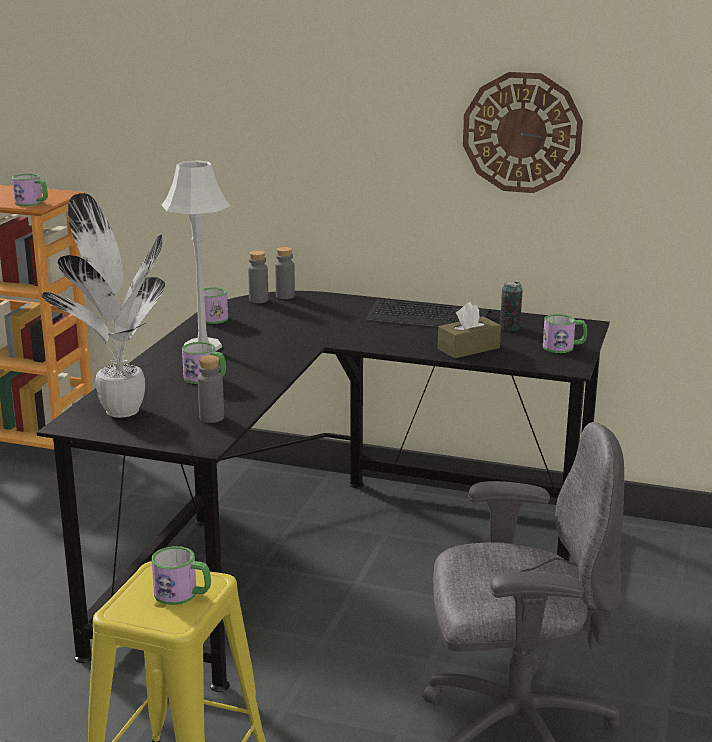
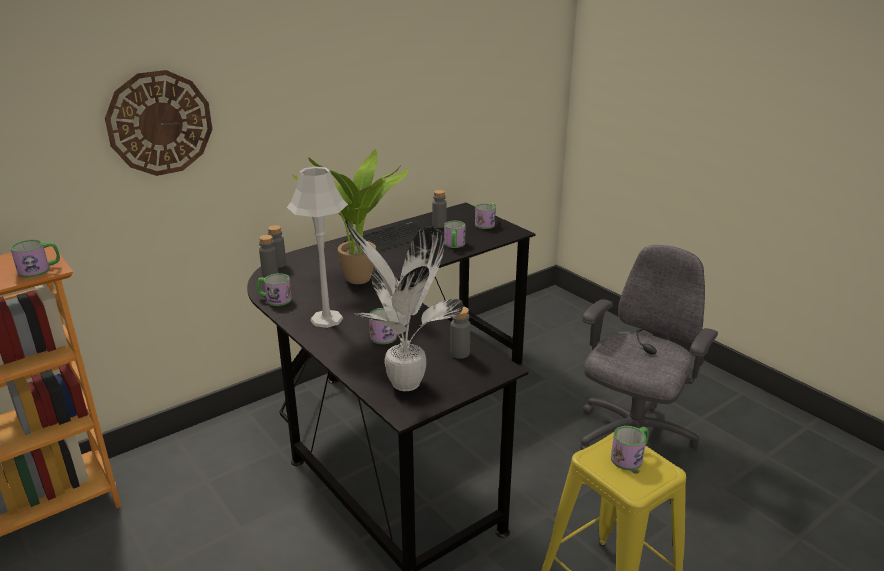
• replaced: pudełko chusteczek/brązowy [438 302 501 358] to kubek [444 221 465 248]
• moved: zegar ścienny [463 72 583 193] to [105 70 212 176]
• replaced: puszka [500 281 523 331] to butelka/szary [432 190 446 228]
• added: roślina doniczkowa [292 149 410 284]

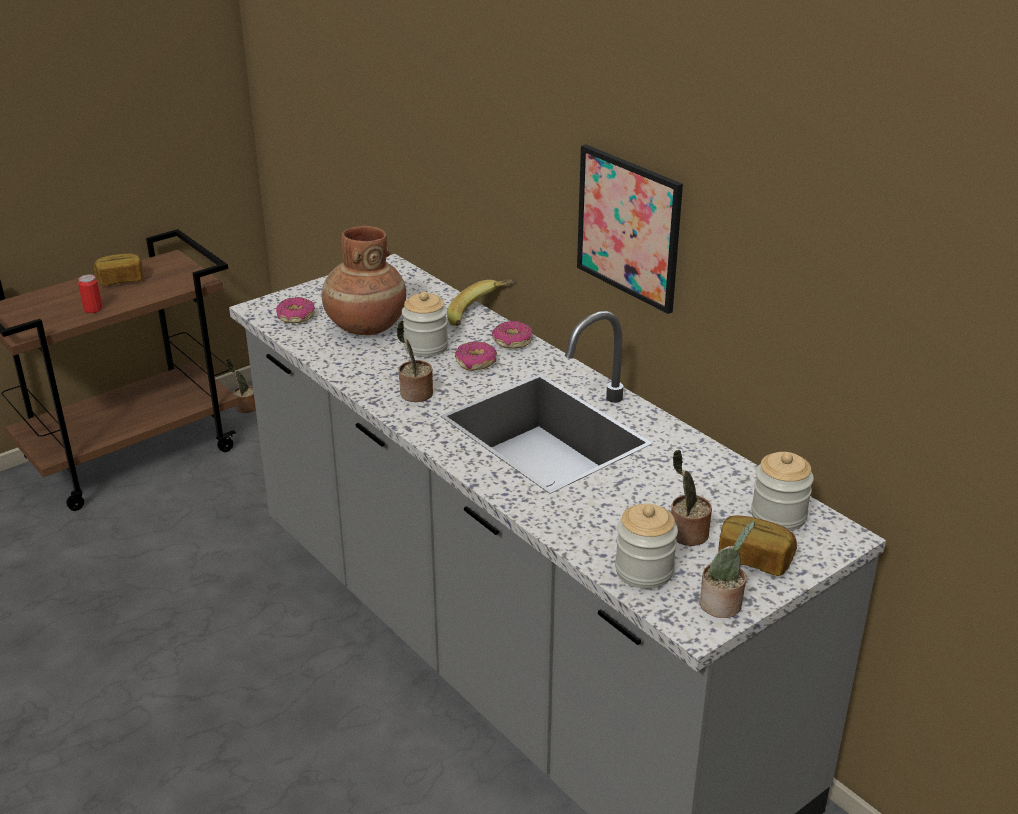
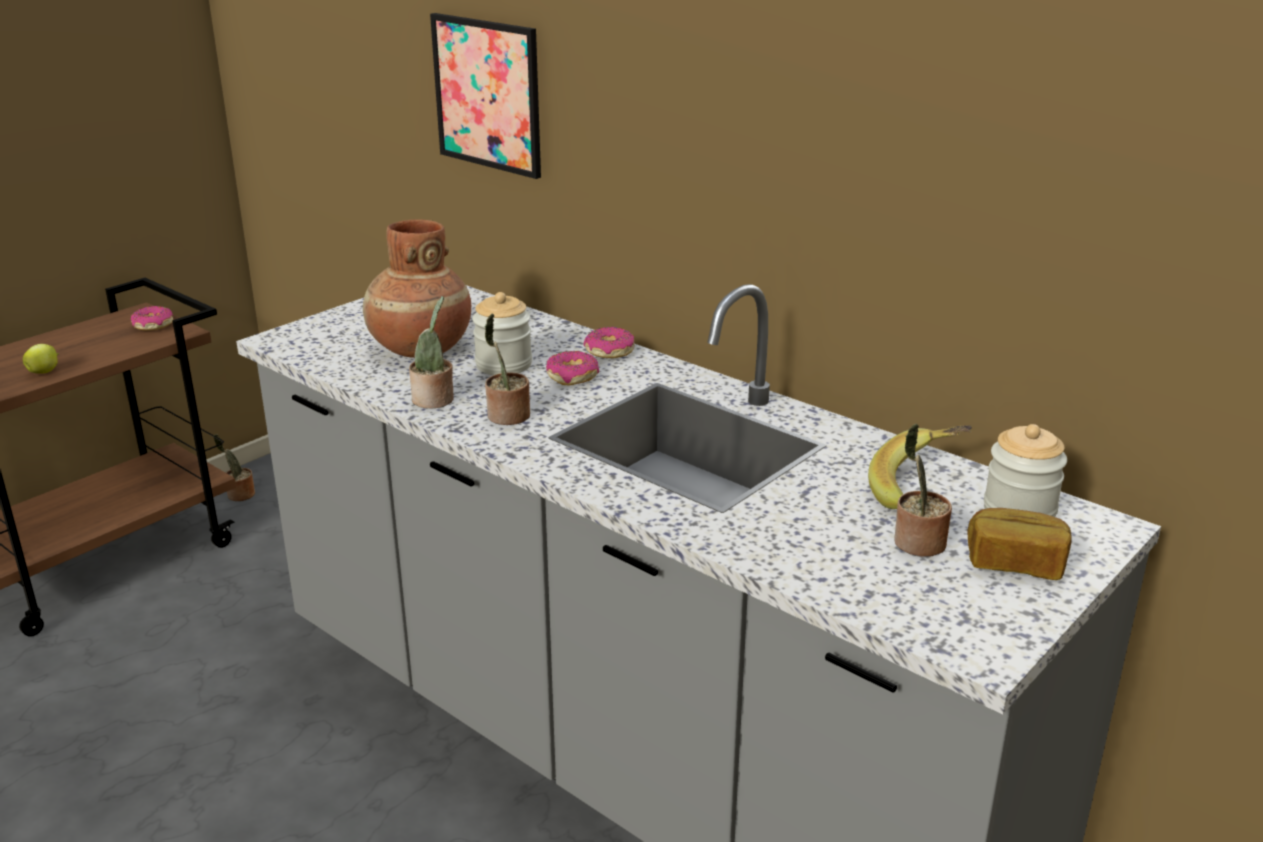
• replaced: puszka [78 275 103 313] to jabłko [23 344 59 374]
• removed: chleb [94 253 143 286]
• moved: donut [276 297 315 323] to [131 306 173 331]
• moved: banan [447 279 516 326] to [868 425 972 509]
• moved: obraz [577 144 683 314] to [430 13 541 179]
• removed: słoik [615 504 678 589]
• moved: roślina doniczkowa [699 521 755 618] to [409 296 454 409]

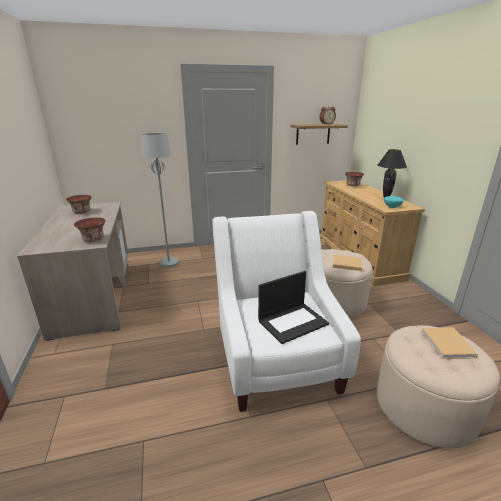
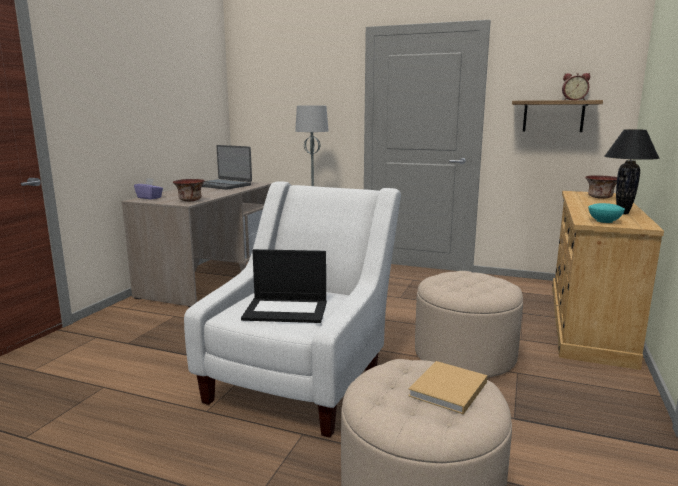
• replaced: miska [66 195 92 214] to laptop [202 145 252 190]
• removed: książka/beżowy [333 255 362 271]
• added: pudełko chusteczek/fioletowy [134 178 163 199]

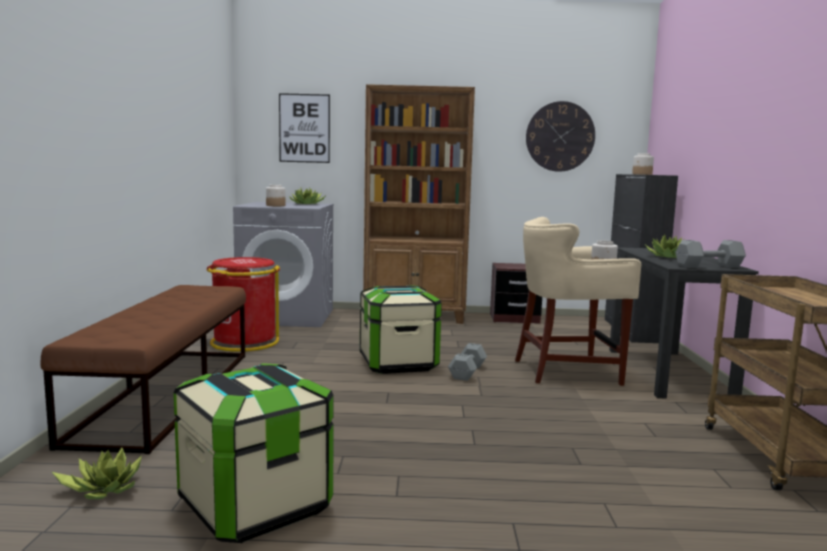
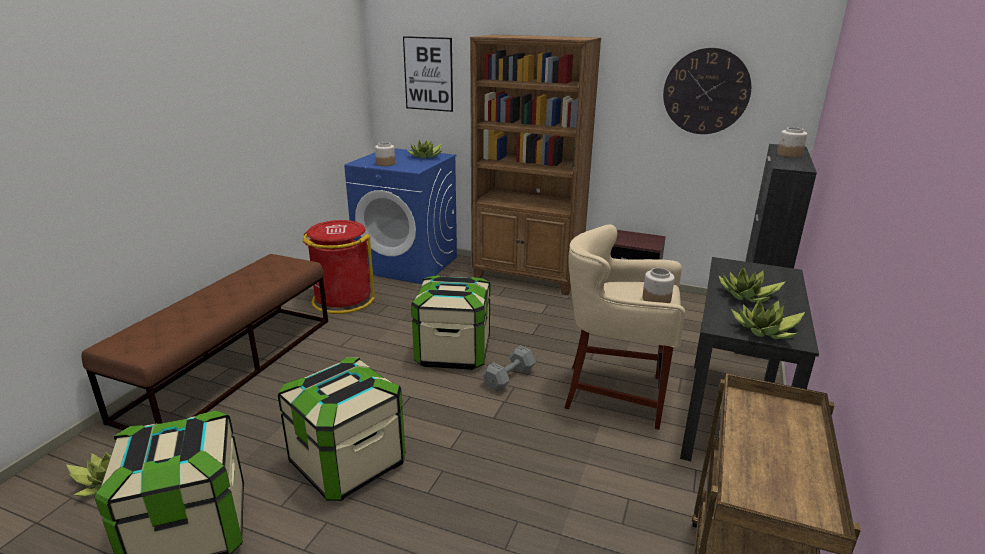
• recoloured: pralka/szary [233 202 334 327] to pralka/niebieski [344 148 457 284]
• replaced: hantel/szary [675 240 746 268] to roślina doniczkowa [731 299 805 339]
• added: pojemnik do przechowywania [278 357 406 501]

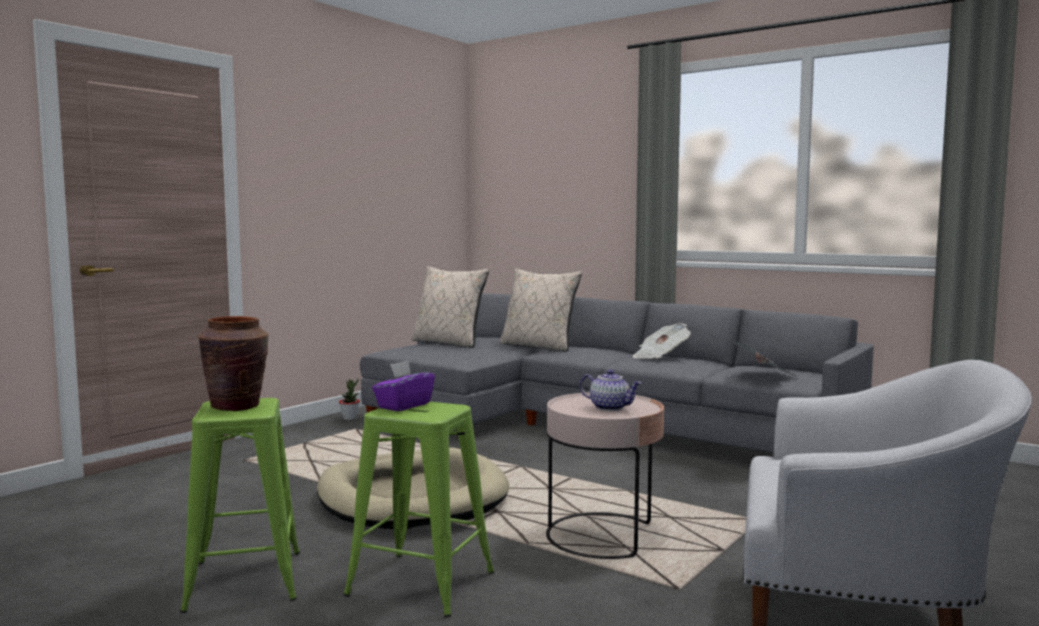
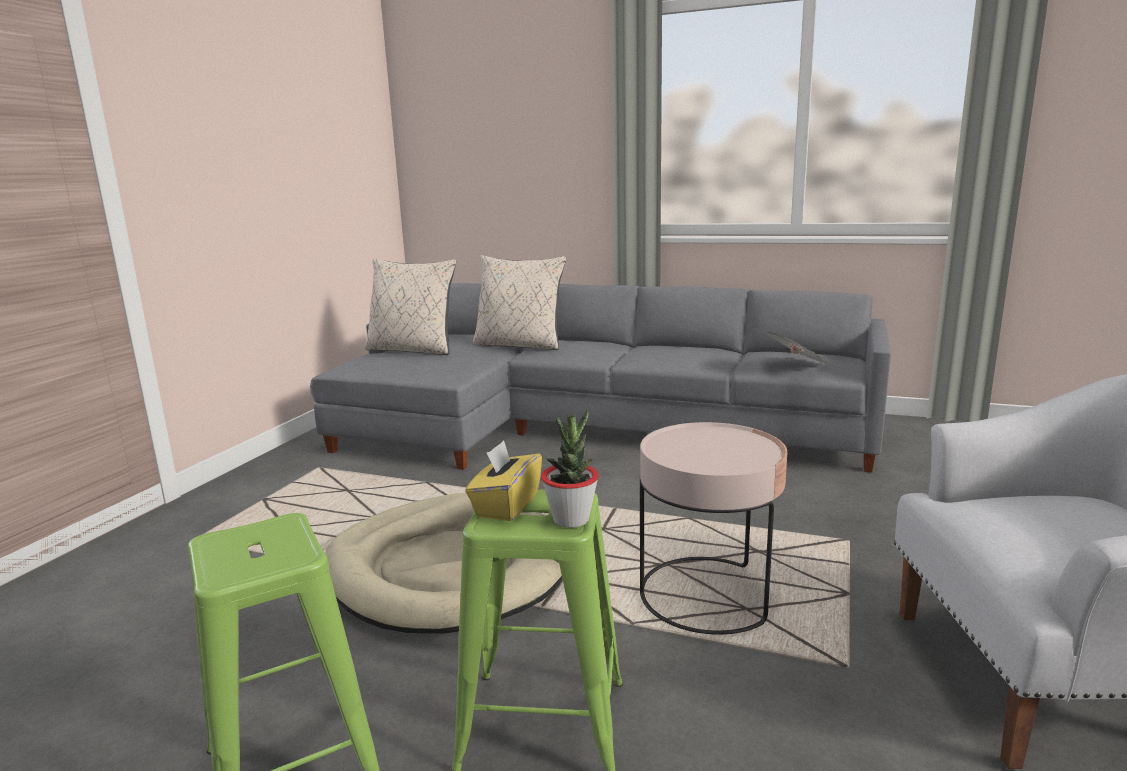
• removed: wazon/brązowy [198 316 268 411]
• moved: roślina doniczkowa [339 379 360 420] to [541 410 599 528]
• recoloured: pudełko chusteczek/fioletowy [372 360 435 411] to pudełko chusteczek/żółty [465 440 542 521]
• removed: imbryk [580 369 642 411]
• removed: gazeta [632 323 691 359]

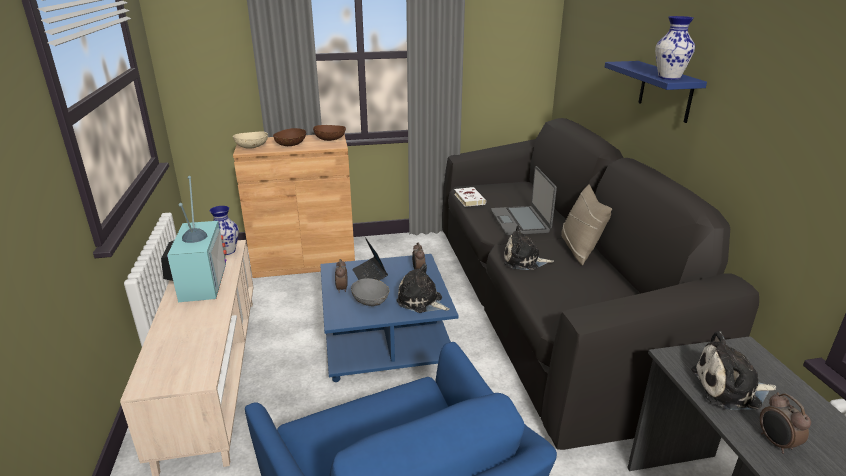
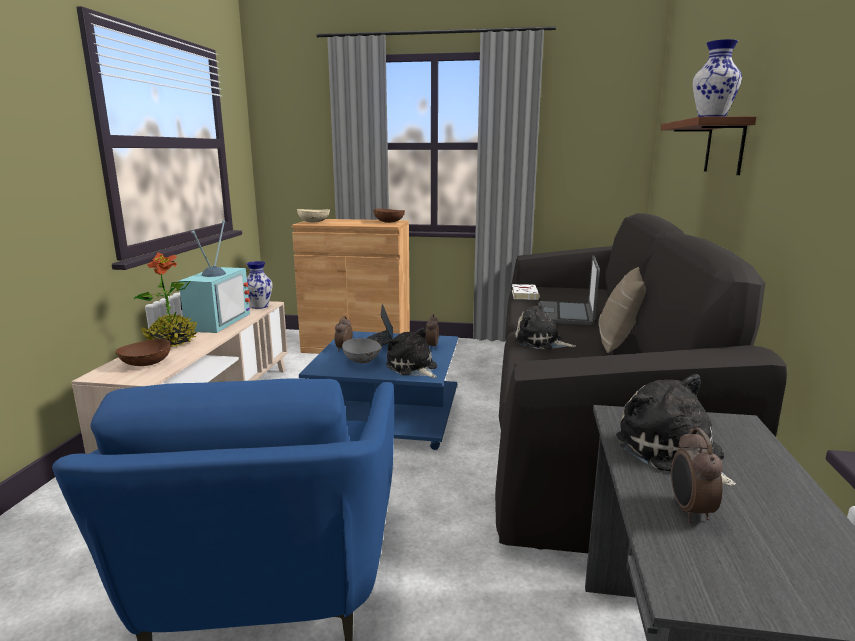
• moved: miska/brązowy [273 128 306 146] to [115 339 171 366]
• recoloured: półka/niebieski [605 61 707 123] to półka/brązowy [661 116 757 175]
• turned: pluszak [691 331 776 410] = [616 374 736 486] 45 degrees clockwise
• added: roślina doniczkowa [134 252 198 347]

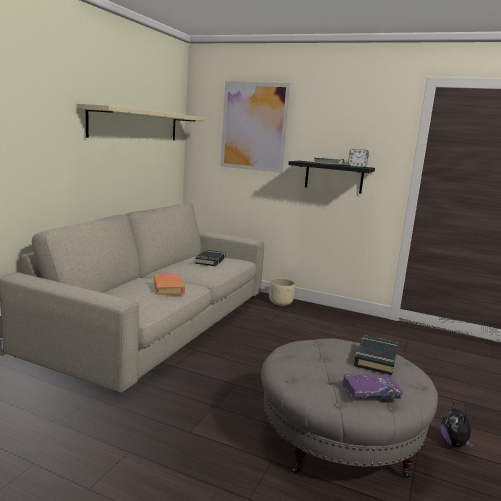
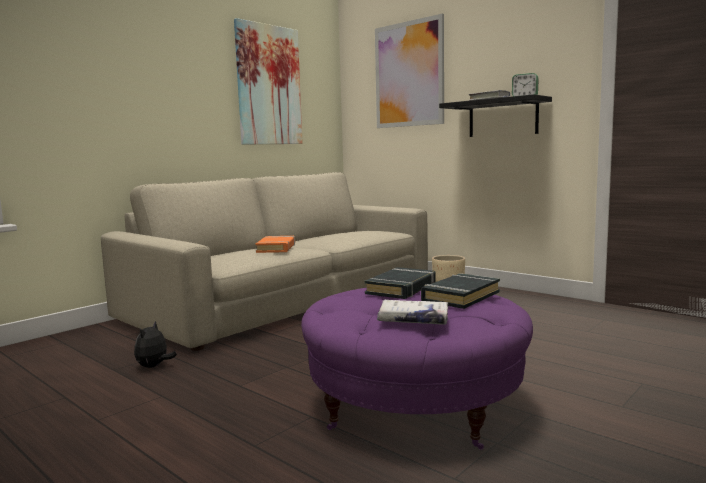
• replaced: półka/beżowy [77 104 205 141] to obraz [234 18 303 144]
• moved: książka/czarny [195 250 226 266] to [365 267 436 299]
• recoloured: pufa/szary [261 338 438 479] to pufa/fioletowy [301 288 533 450]
• recoloured: książka/fioletowy [341 374 403 399] to książka/biały [377 300 448 325]
• moved: pluszak [441 403 474 447] to [134 321 177 368]

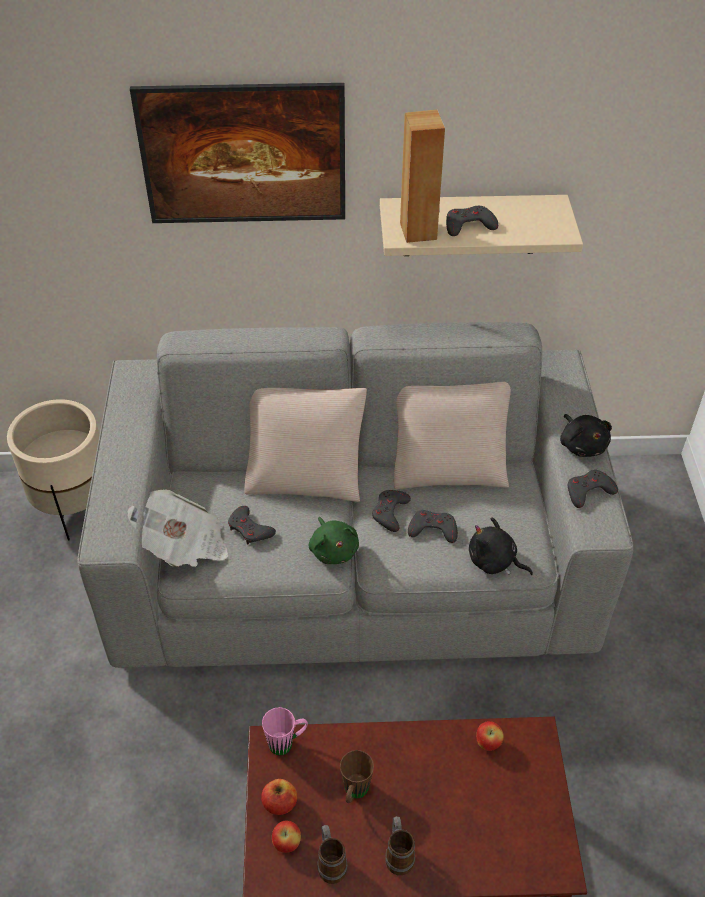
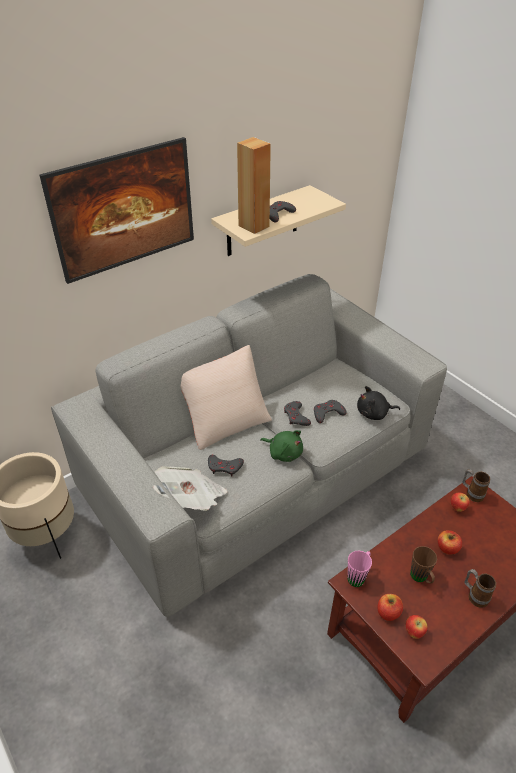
• moved: kubek [317 825 347 884] to [463 469 490 502]
• removed: poduszka/beżowy [394 382 511 489]
• removed: pluszak/czarny [560 414 612 457]
• removed: pad do gier/szary [568 470 618 508]
• added: jabłko [438 530 462 555]

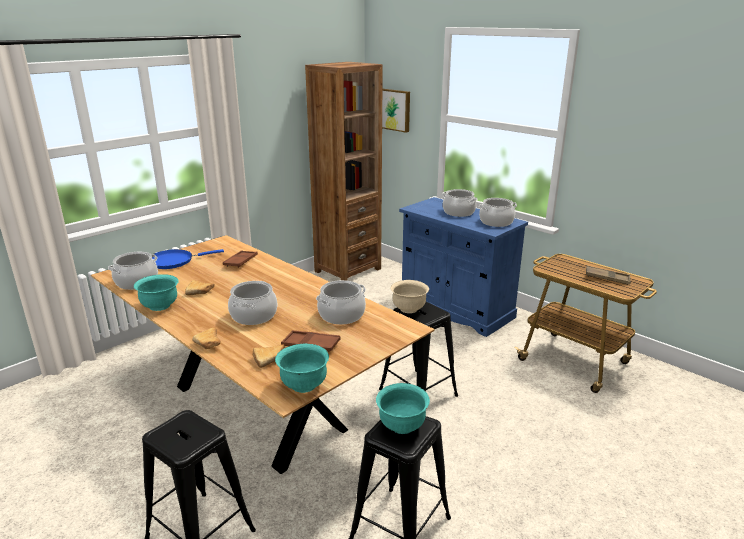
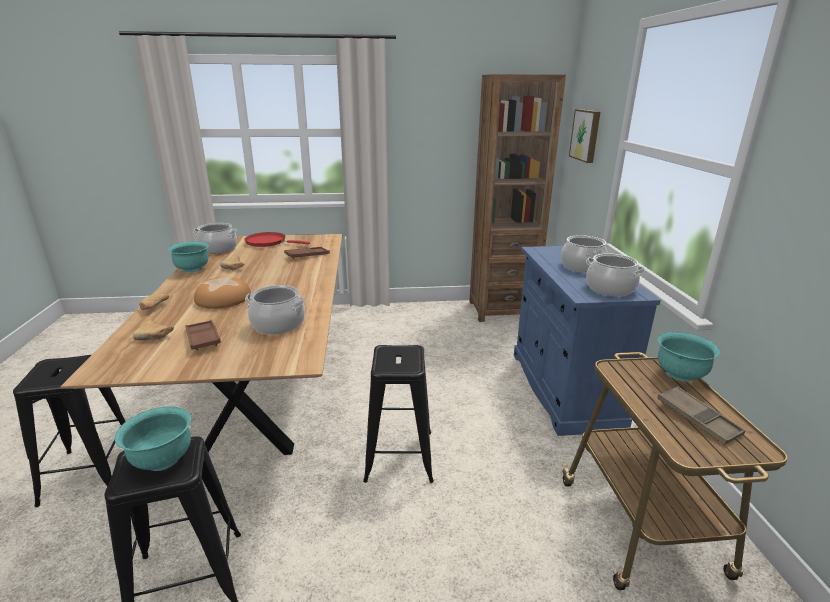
• recoloured: patelnia/niebieski [152 249 224 269] to patelnia/czerwony [244 232 310 247]
• replaced: garnek [228 281 278 325] to chleb [194 277 251 309]
• moved: miska/turkusowy [275 344 329 393] to [658 332 720 382]
• removed: miska/beżowy [391 280 429 313]

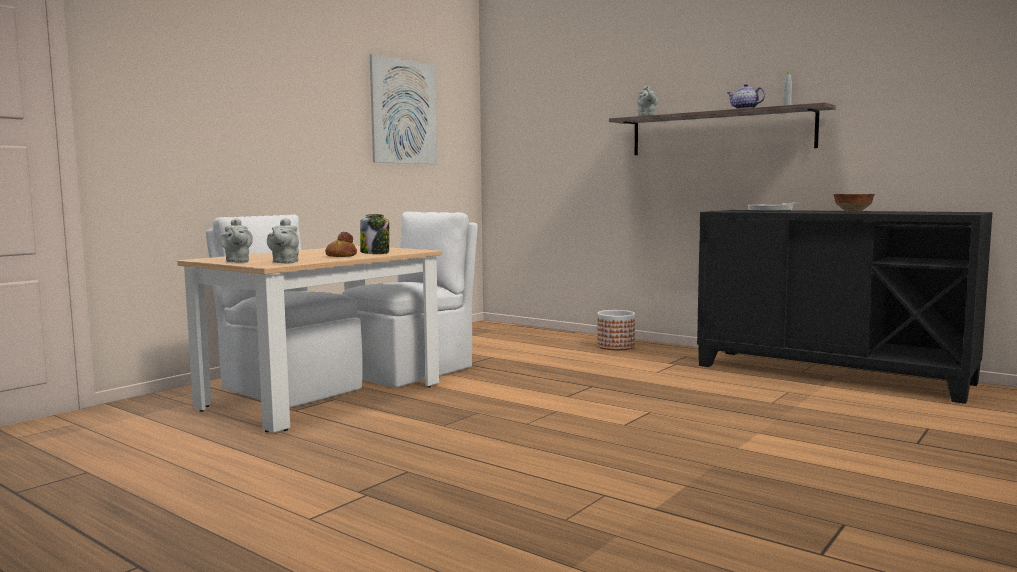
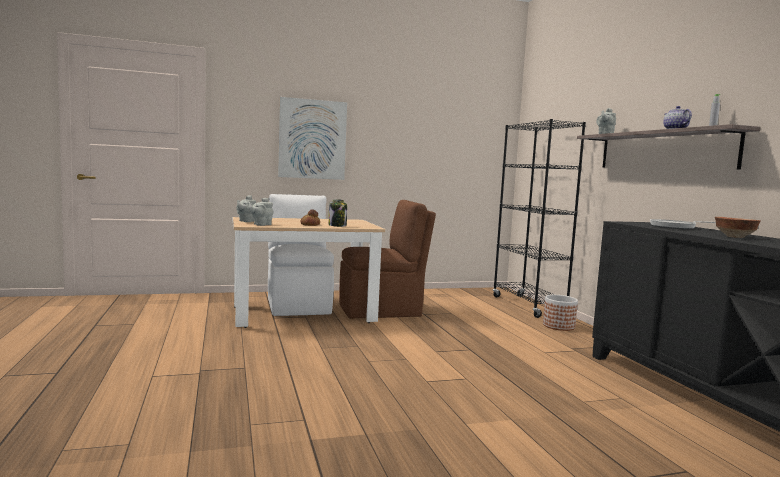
• recoloured: krzesło/biały [342 211 478 388] to krzesło/brązowy [339 200 436 319]
• moved: obraz [370 54 437 164] to [278 97 347 180]
• added: regał/czarny [493 119 586 318]

